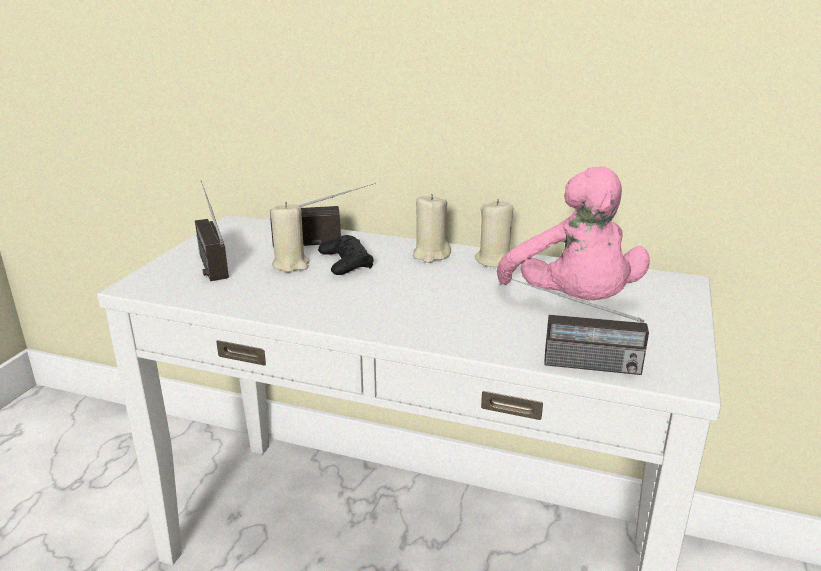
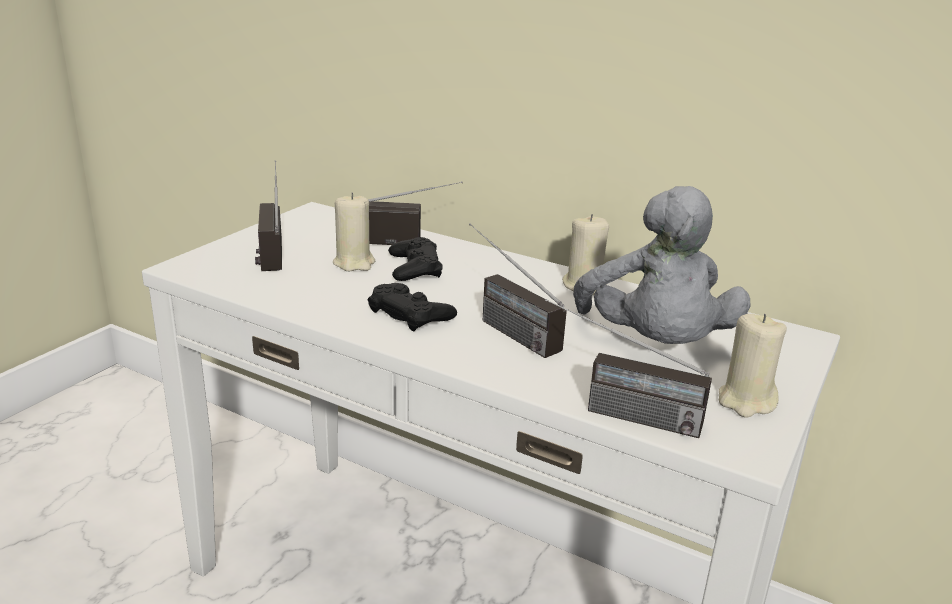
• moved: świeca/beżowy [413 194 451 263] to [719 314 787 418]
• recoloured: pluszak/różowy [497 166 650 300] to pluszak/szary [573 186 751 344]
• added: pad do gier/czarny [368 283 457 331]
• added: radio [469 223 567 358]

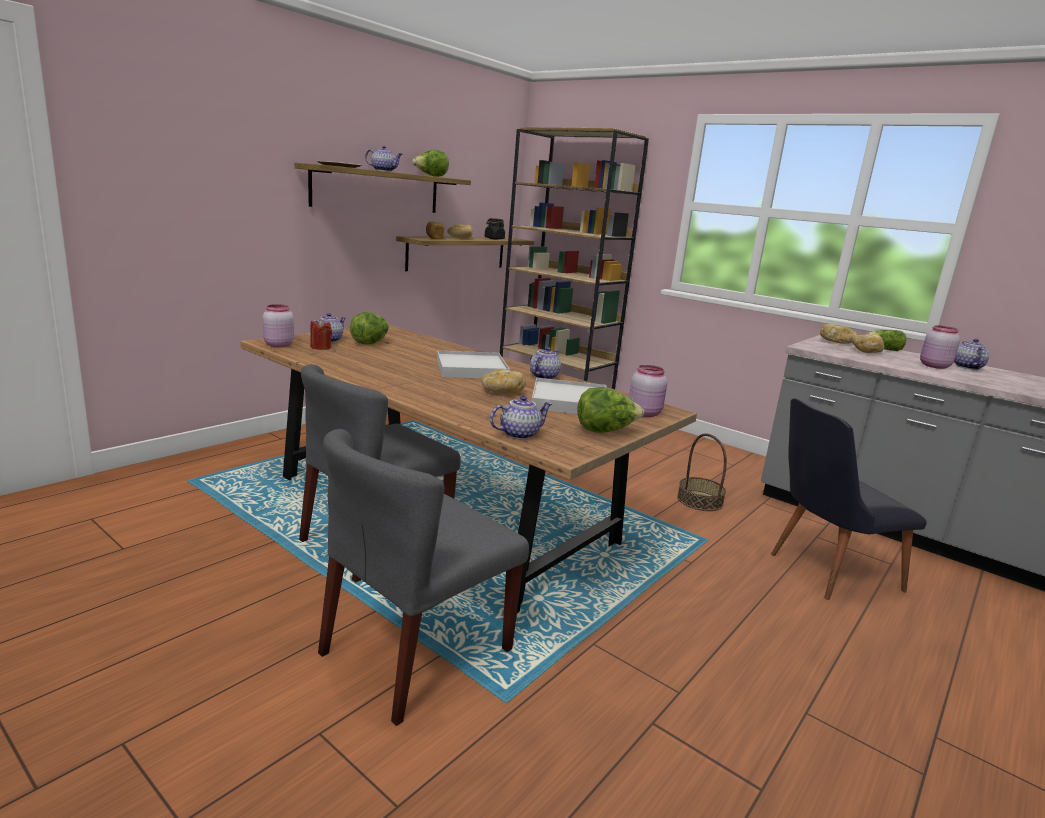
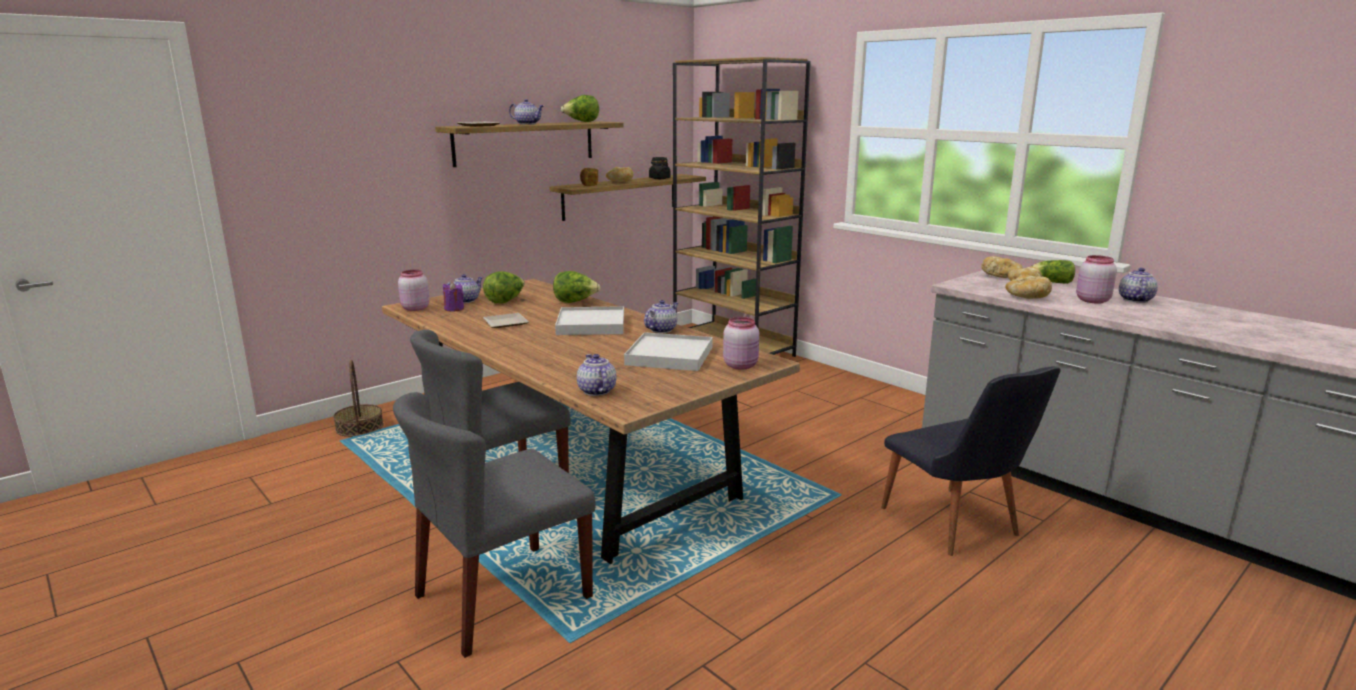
• recoloured: świeca/czerwony [310 319 332 350] to świeca/fioletowy [443 282 464 312]
• moved: chleb [481 369 526 394] to [1005 275 1052 299]
• turned: imbryk [490 396 552 439] = [577 354 616 396] 90 degrees counterclockwise
• moved: sałata [577 387 644 433] to [553 271 601 303]
• moved: koszyk [677 433 727 511] to [333 360 384 437]
• turned: krzesło/czarny [771 398 927 600] = [881 366 1061 556] 105 degrees counterclockwise
• added: talerz [483 313 529 328]

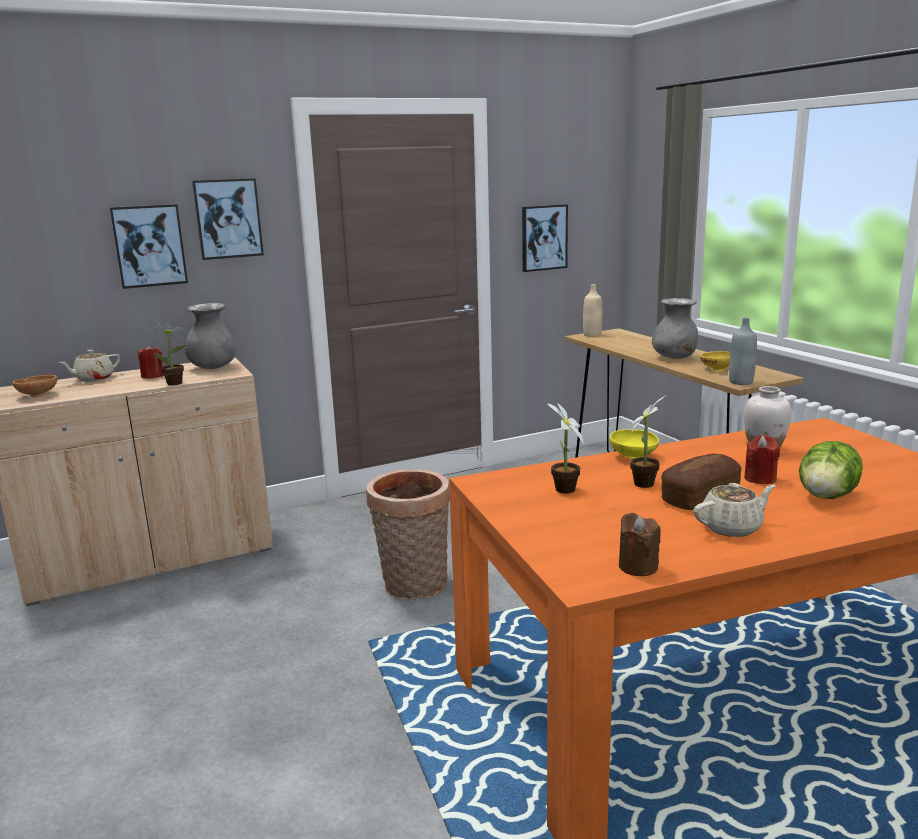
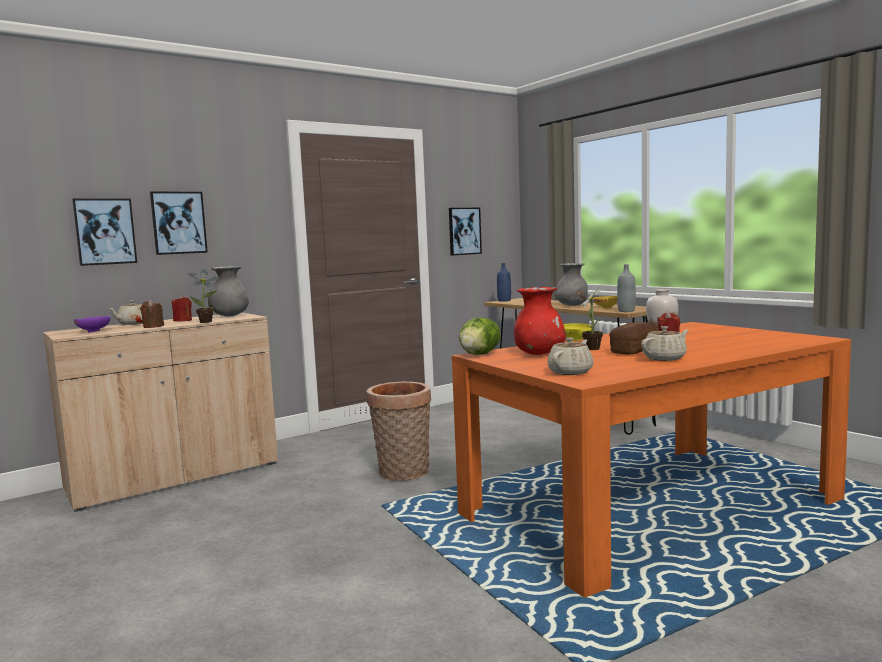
• recoloured: miska/brązowy [13 375 57 398] to miska/fioletowy [74 316 110 332]
• moved: obraz [192 178 264 260] to [72 199 137 266]
• replaced: roślina doniczkowa [548 402 584 494] to wazon/czerwony [514 287 566 355]
• recoloured: butelka/beżowy [583 284 602 337] to butelka/niebieski [497 263 511 302]
• moved: świeca/brązowy [619 513 661 576] to [140 300 164 328]
• moved: sałata [799 441 863 499] to [459 317 501 355]
• added: imbryk/beżowy [547 338 593 375]

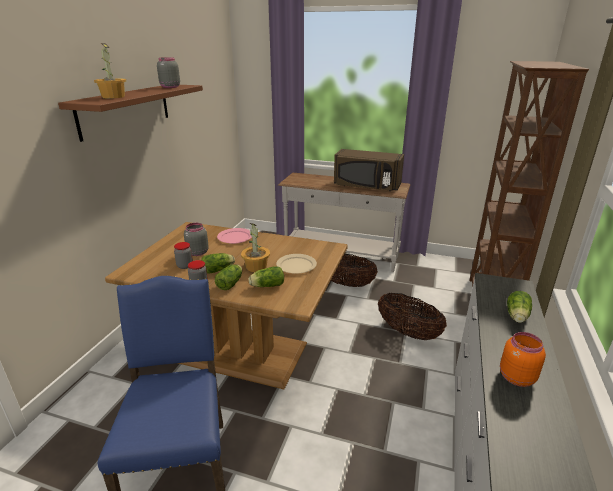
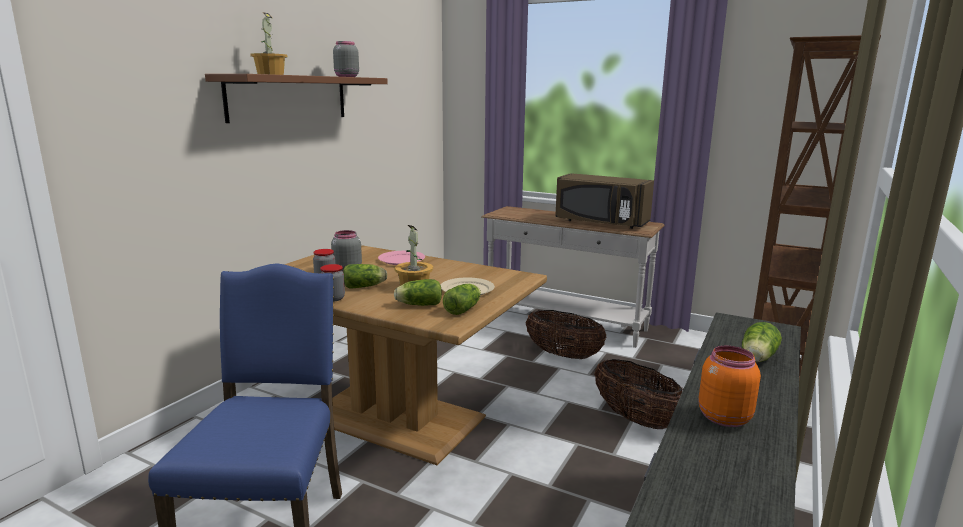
• moved: sałata [215 264 242 290] to [443 284 481 315]

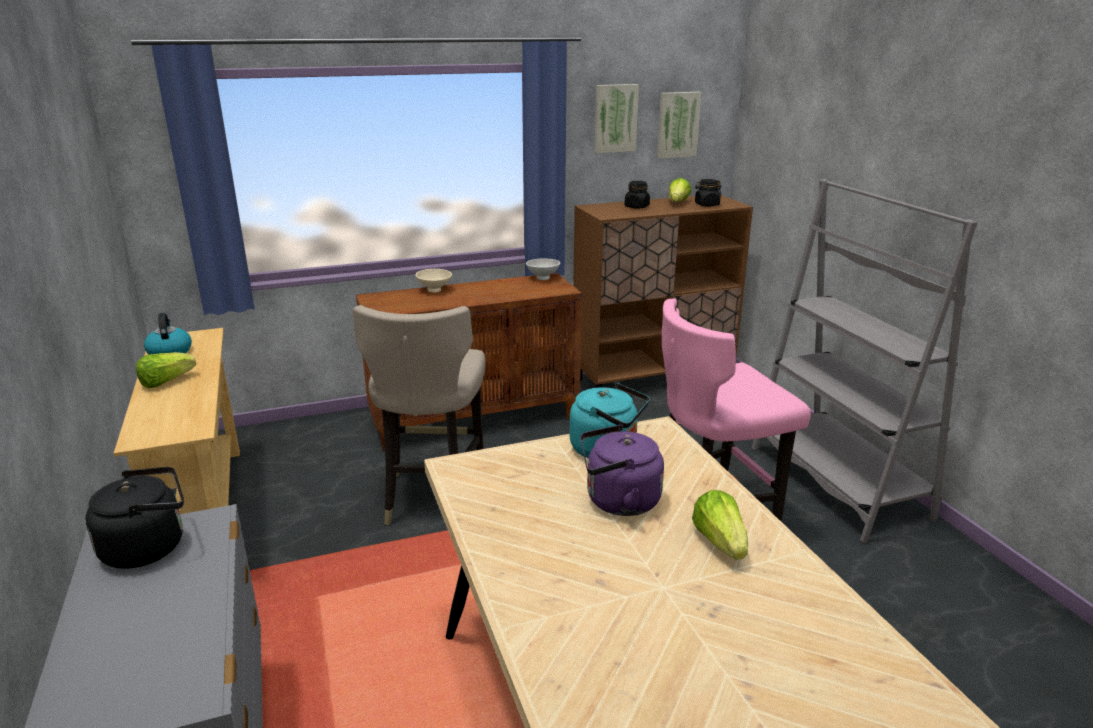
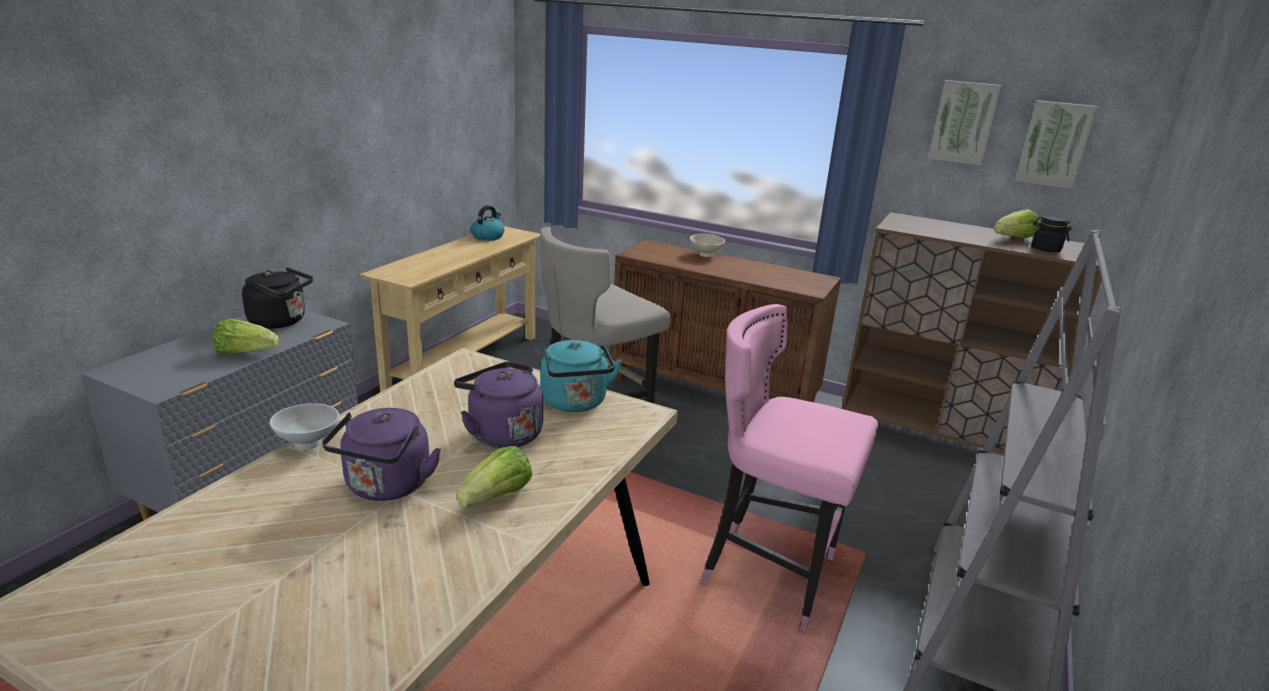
• moved: sałata [136 352 196 388] to [213 318 279 354]
• moved: miska/biały [526 258 560 280] to [269 403 339 450]
• removed: słoik/czarny [624 181 650 209]
• added: czajnik/fioletowy [322 408 441 501]

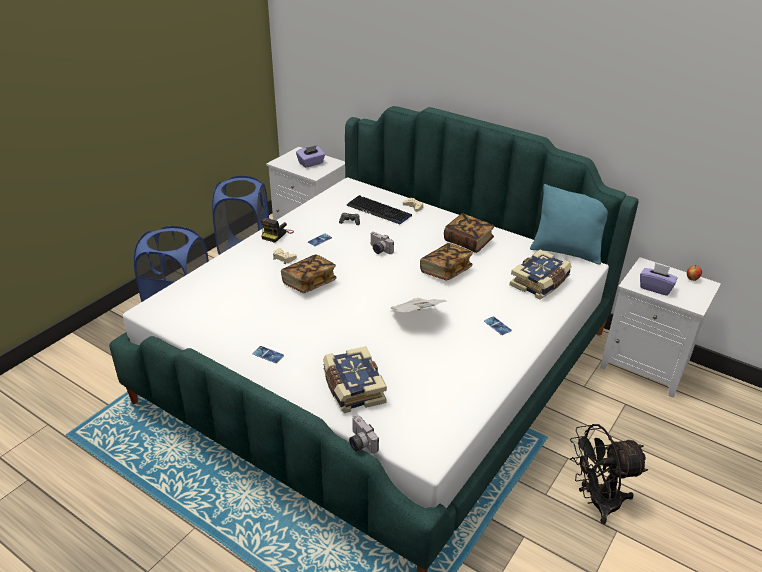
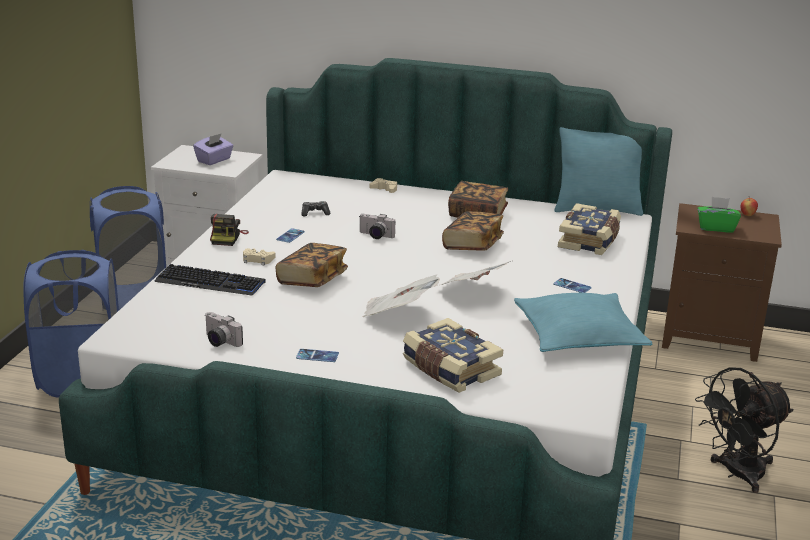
• moved: klawiatura [346 195 412 224] to [154 264 266 296]
• moved: aparat fotograficzny [349 414 379 454] to [205 312 243 347]
• recoloured: szafka nocna/biały [600 257 721 398] to szafka nocna/brązowy [662 203 782 362]
• recoloured: pudełko chusteczek/fioletowy [640 263 678 296] to pudełko chusteczek/zielony [697 197 741 233]
• added: gazeta [363 274 440 317]
• added: poduszka/turkusowy [514 293 653 352]

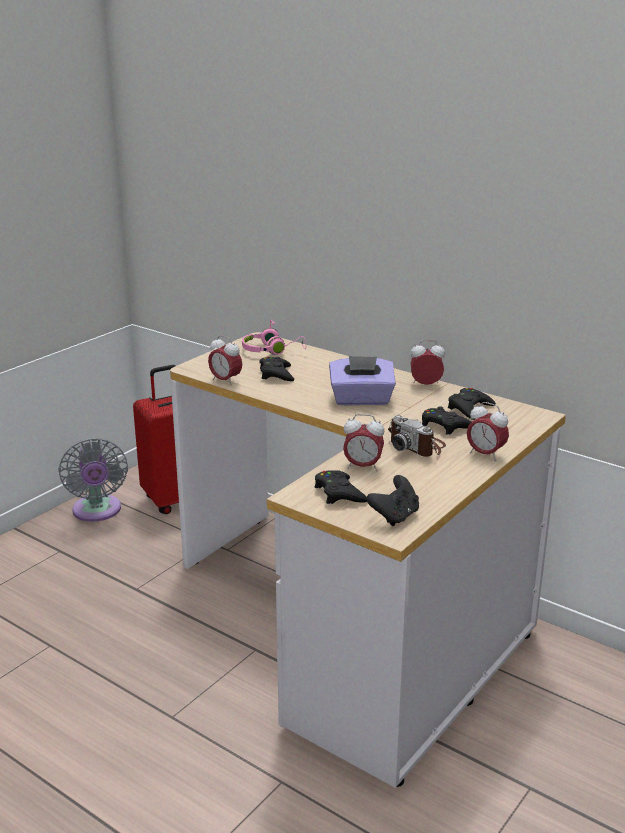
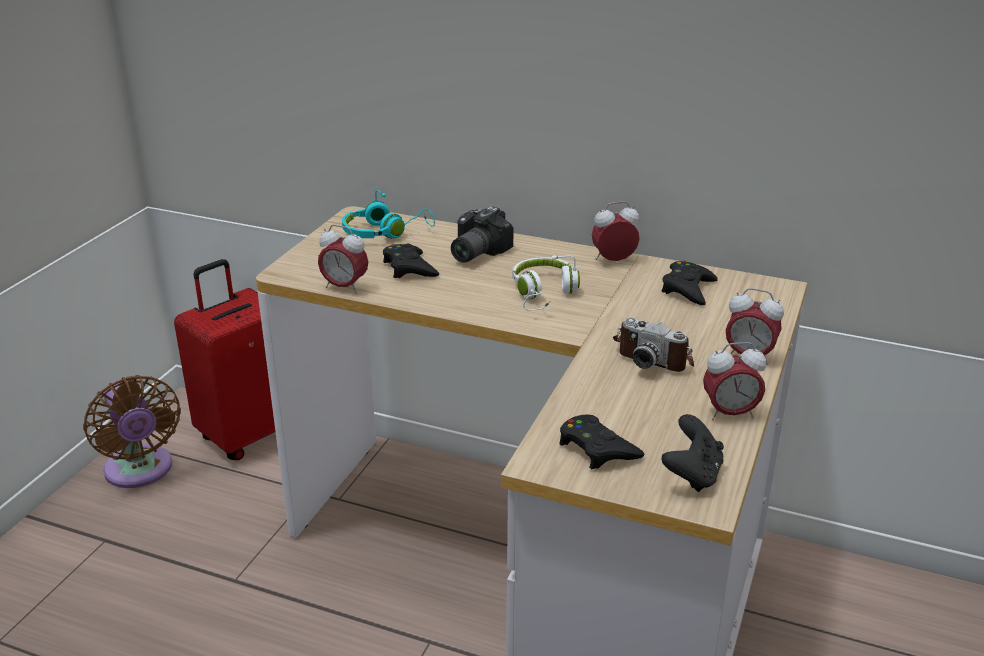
• recoloured: wentylator/szary [58 438 128 522] to wentylator/brązowy [83 375 181 488]
• recoloured: słuchawki/różowy [242 320 306 355] to słuchawki/turkusowy [342 190 435 239]
• replaced: pudełko chusteczek/fioletowy [329 356 396 405] to słuchawki/biały [512 255 580 311]
• moved: budzik [343 414 384 471] to [703 342 766 420]
• removed: pad do gier/czarny [422 407 471 435]
• added: aparat fotograficzny [451 207 513 263]

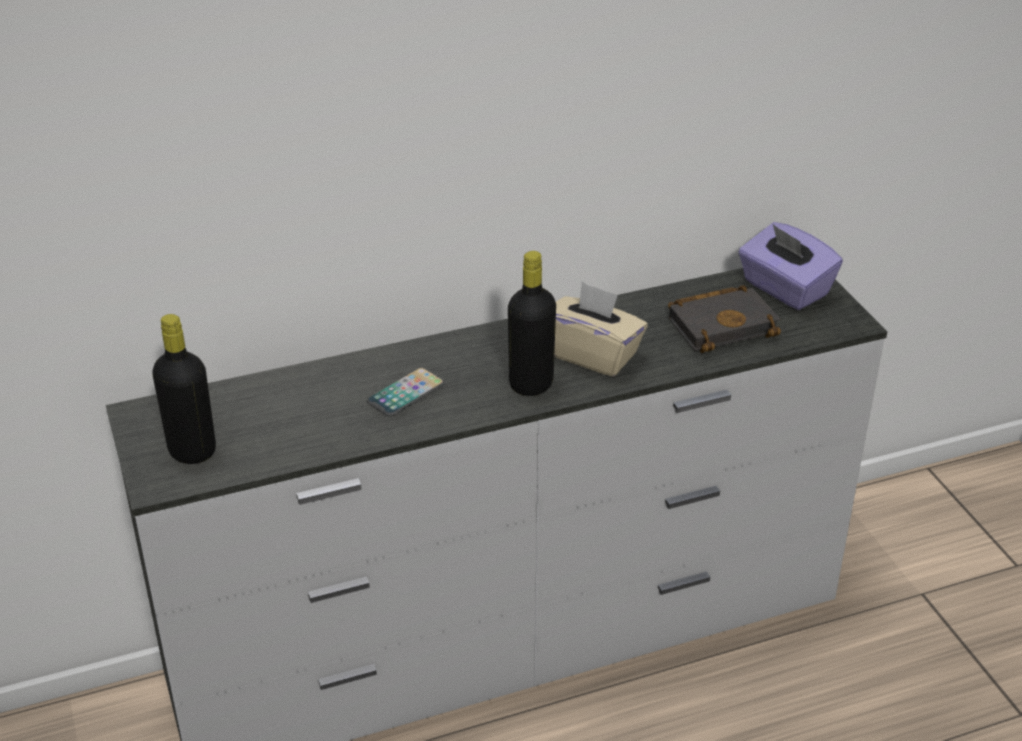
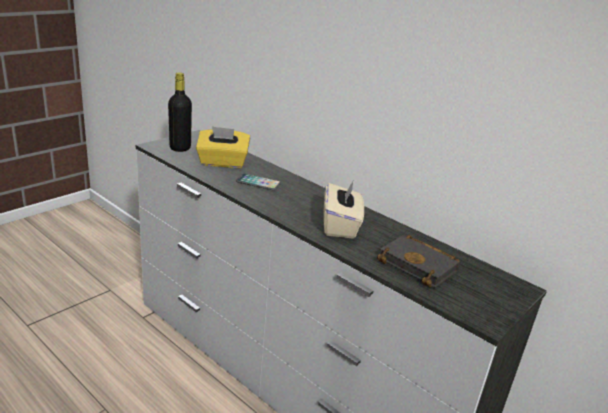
• removed: butelka/czarny [508 251 556 396]
• removed: pudełko chusteczek/fioletowy [738 222 843 310]
• added: pudełko chusteczek/żółty [196 126 250 168]

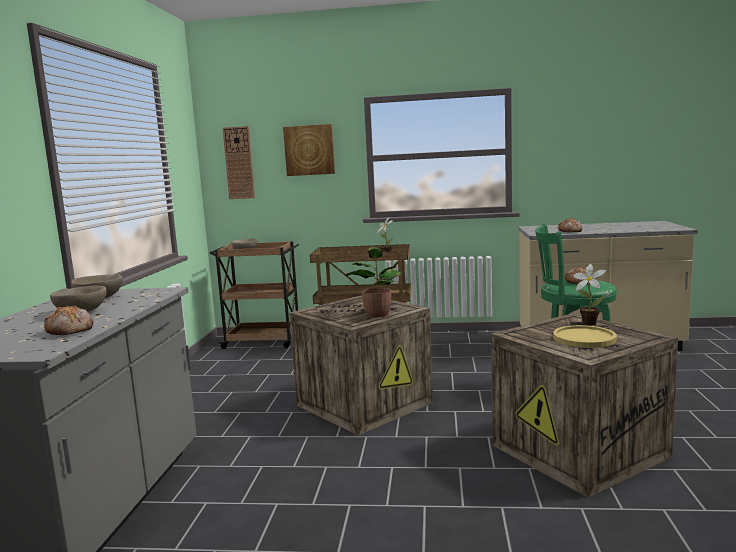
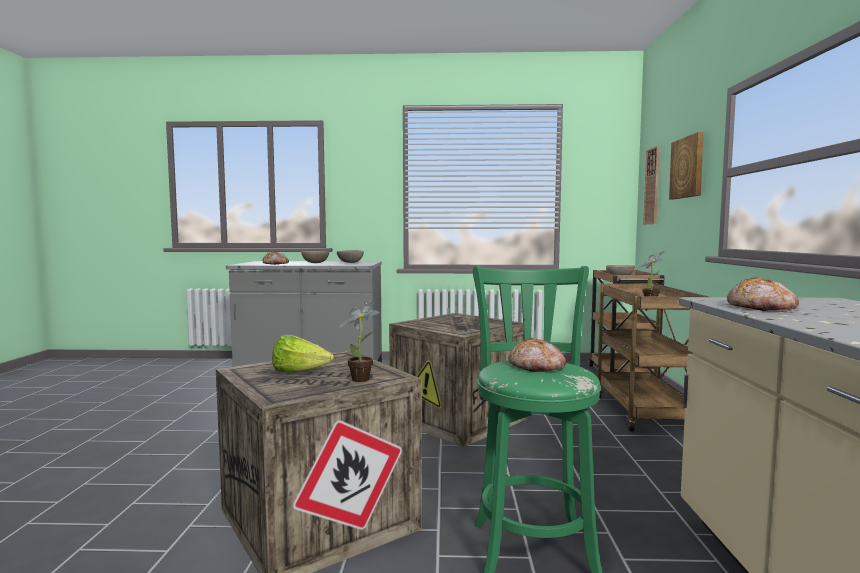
• removed: roślina doniczkowa [346 247 403 317]
• replaced: talerz/żółty [553 325 617 348] to sałata [272 335 334 373]

